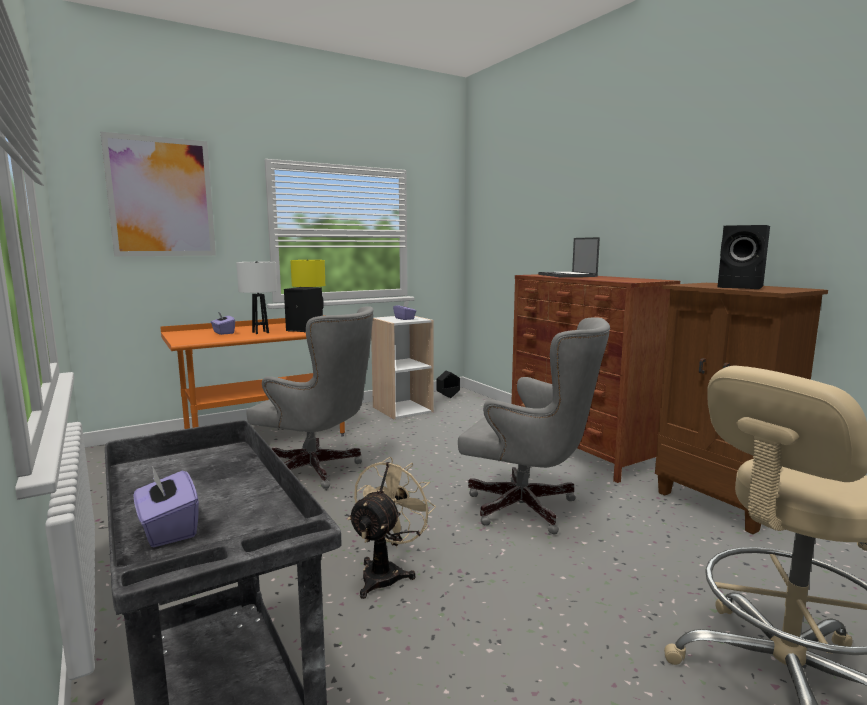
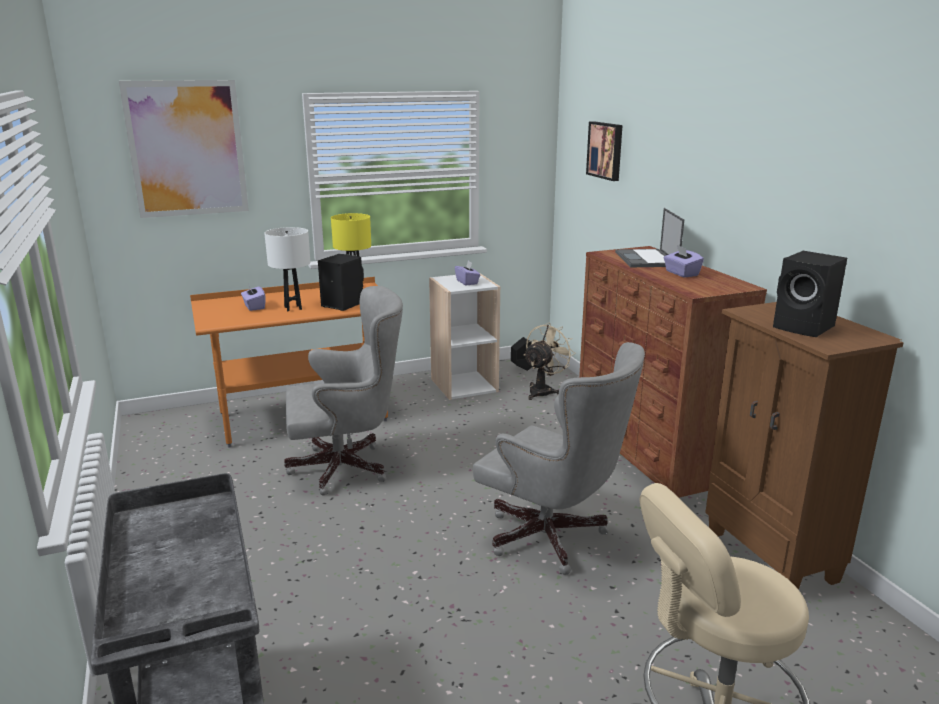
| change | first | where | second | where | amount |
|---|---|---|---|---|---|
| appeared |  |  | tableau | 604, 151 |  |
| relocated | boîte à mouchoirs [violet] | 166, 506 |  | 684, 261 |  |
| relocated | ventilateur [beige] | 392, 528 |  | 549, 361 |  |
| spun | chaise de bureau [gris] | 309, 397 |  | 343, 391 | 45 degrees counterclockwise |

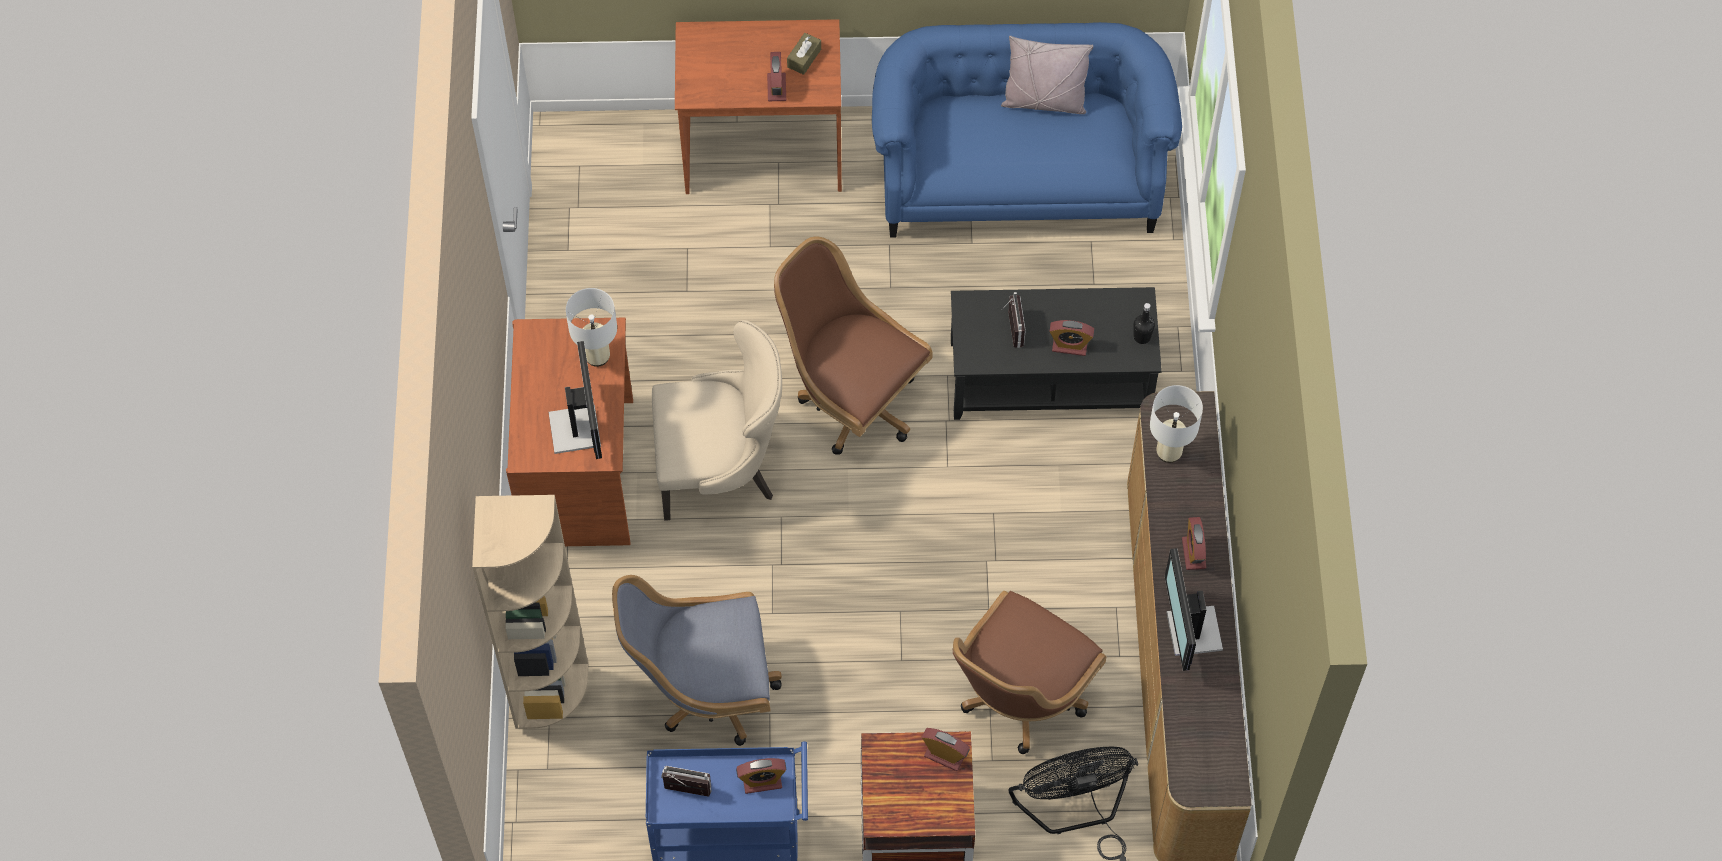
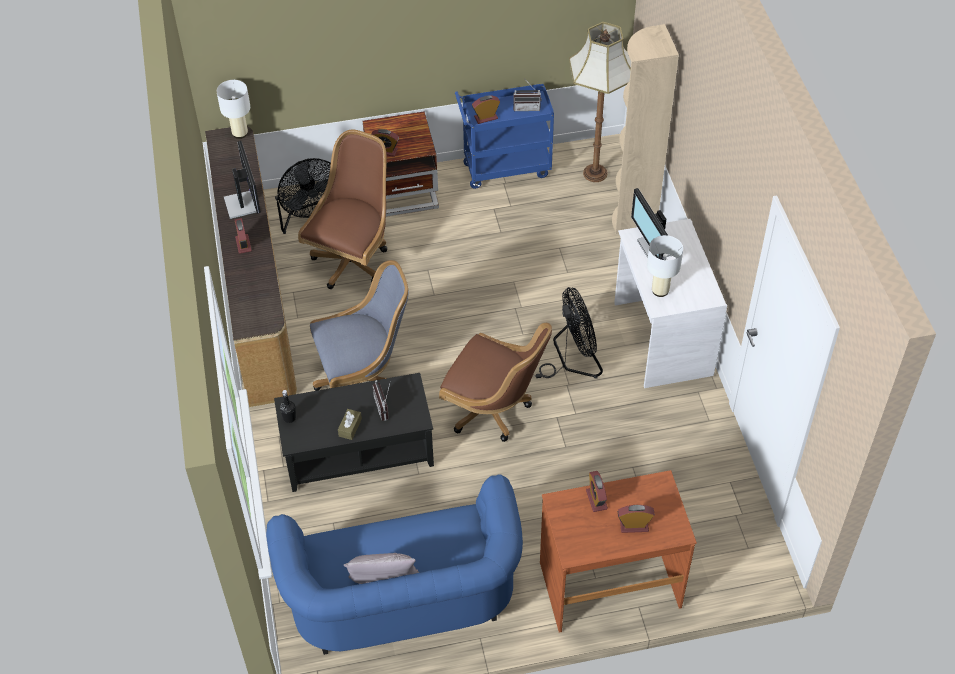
| change | first | where | second | where | amount |
|---|---|---|---|---|---|
| appeared |  |  | lampadaire | 600, 102 |  |
| relocated | chaise de bureau [bleu] | 697, 660 |  | 359, 325 |  |
| relocated | boîte à mouchoirs [marron] | 804, 54 |  | 350, 424 |  |
| relocated | réveil | 1072, 338 |  | 636, 519 |  |
| relocated | lampe de table [blanc] | 1176, 424 |  | 233, 109 |  |
| exchanged | chaise [beige] | 717, 420 | ventilateur [noir] | 568, 333 |  |
| colour | bureau [marron] | 569, 432 | bureau [blanc] | 670, 303 |  |

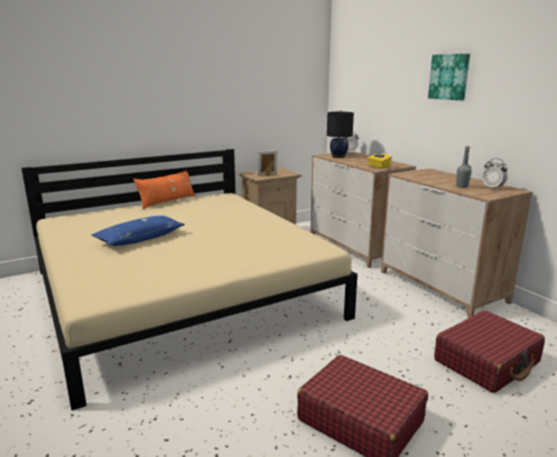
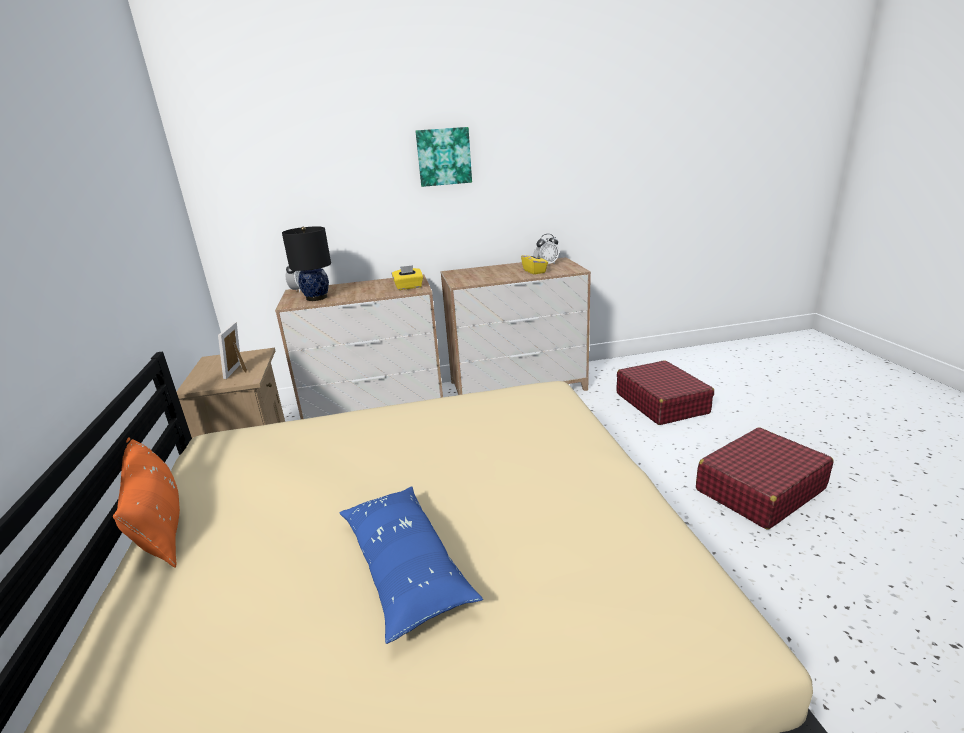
| change | first | where | second | where | amount |
|---|---|---|---|---|---|
| exchanged | bouteille [gris] | 464, 167 | boîte à mouchoirs [jaune] | 534, 262 |  |

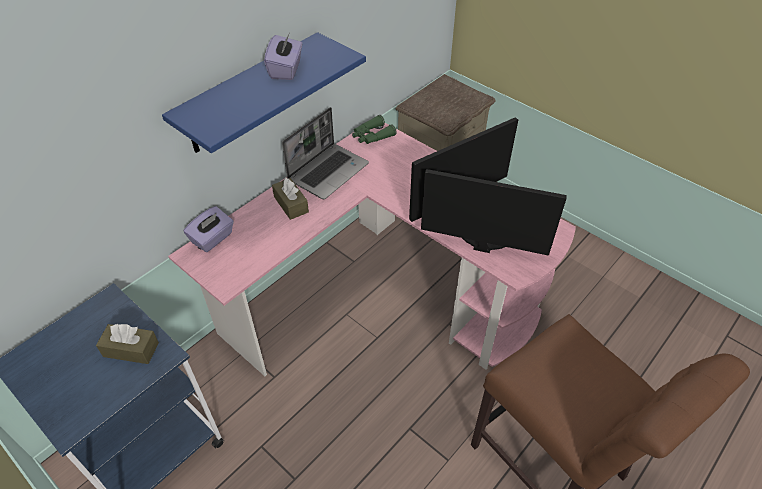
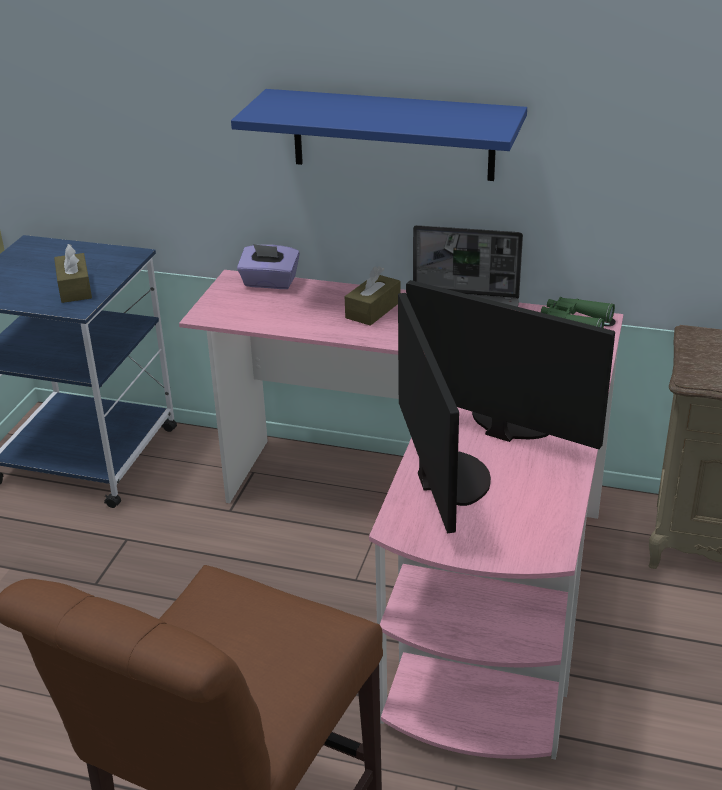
| change | first | where | second | where | amount |
|---|---|---|---|---|---|
| missing | boîte à mouchoirs [violet] | 283, 57 |  |  |  |

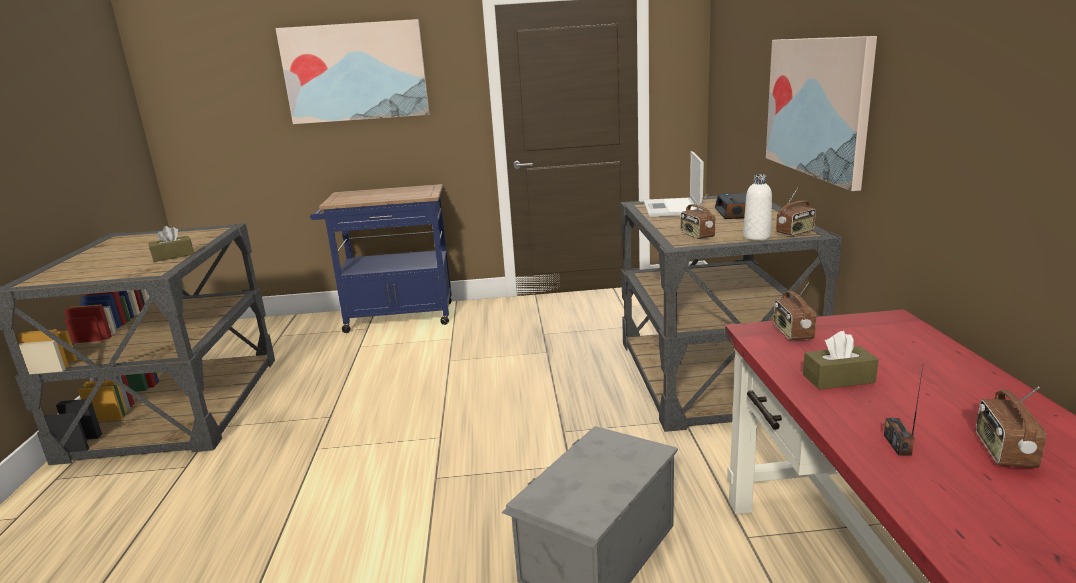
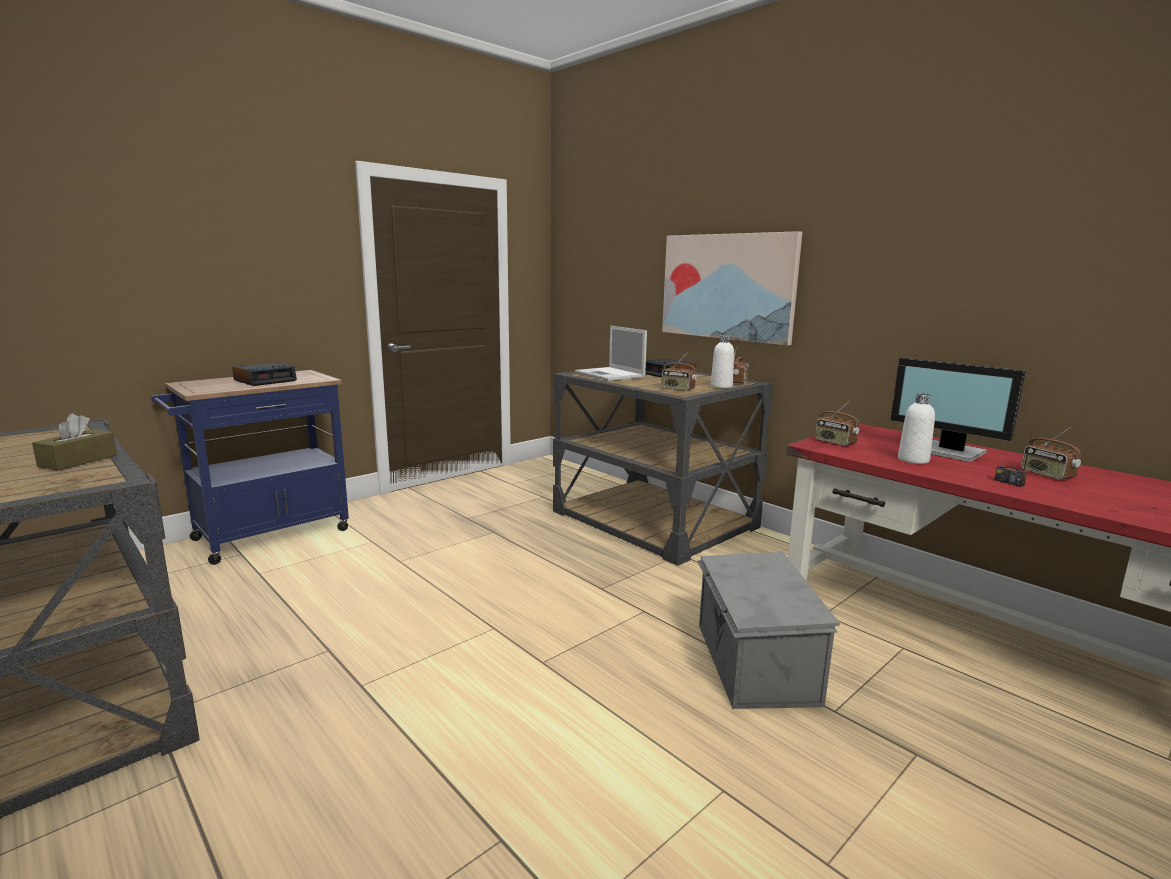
| change | first | where | second | where | amount |
|---|---|---|---|---|---|
| missing | tableau | 352, 71 |  |  |  |
| appeared |  |  | réveil | 264, 374 |  |
| appeared |  |  | écran d'ordinateur | 958, 410 |  |
| exchanged | boîte à mouchoirs [marron] | 841, 360 | bouteille [blanc] | 916, 428 |  |

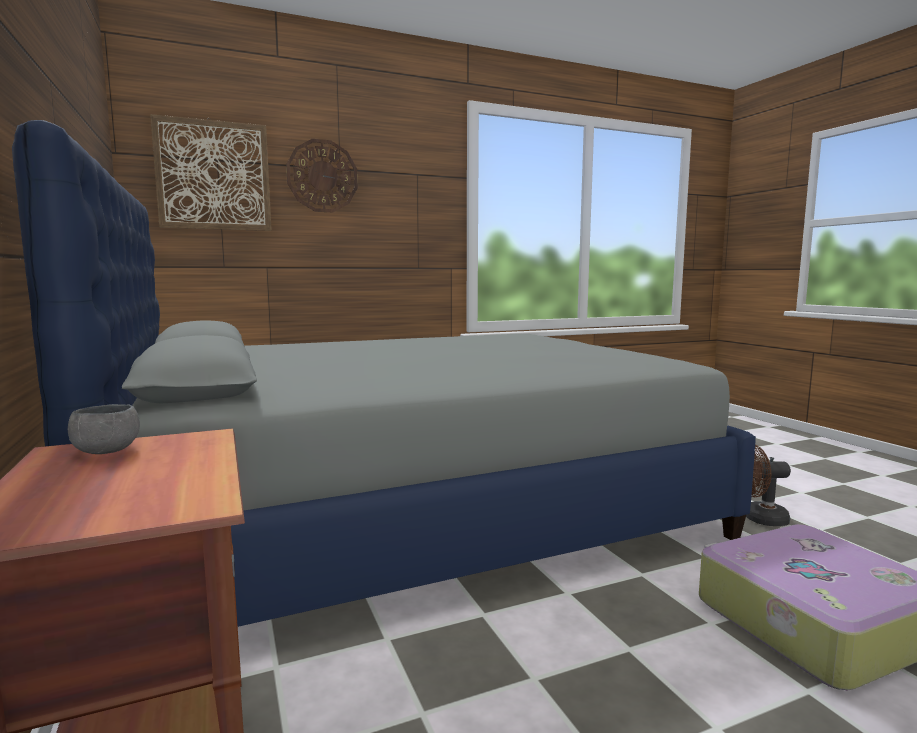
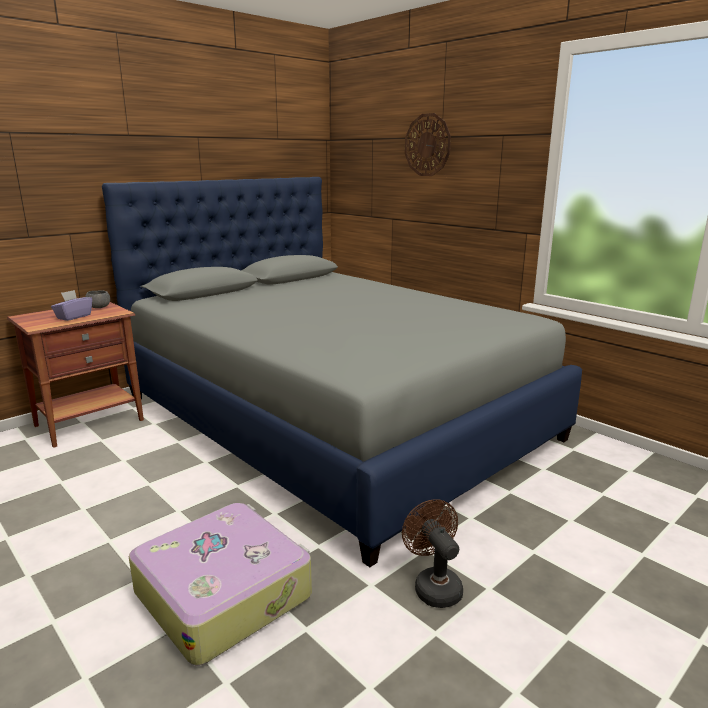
| change | first | where | second | where | amount |
|---|---|---|---|---|---|
| missing | tableau | 210, 172 |  |  |  |
| appeared |  |  | boîte à mouchoirs [violet] | 71, 305 |  |

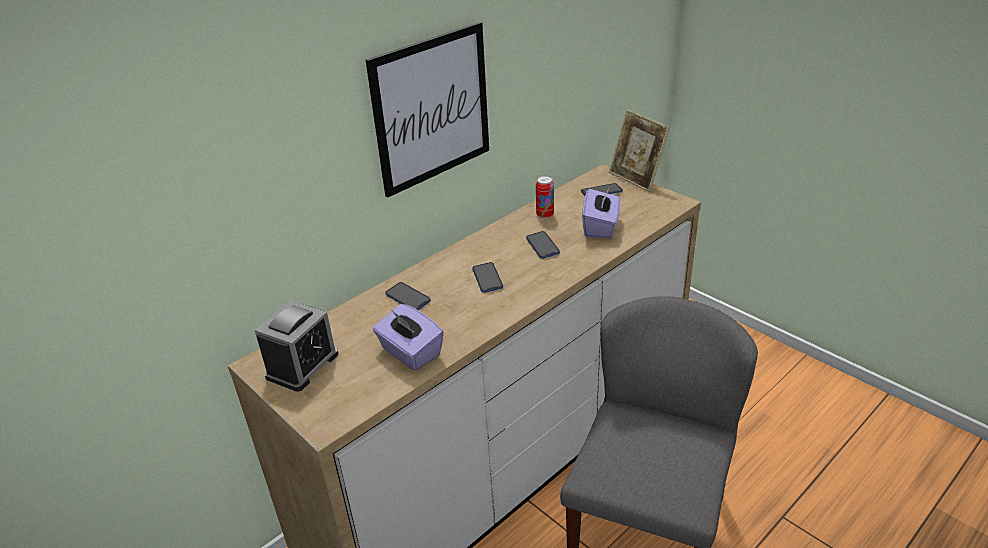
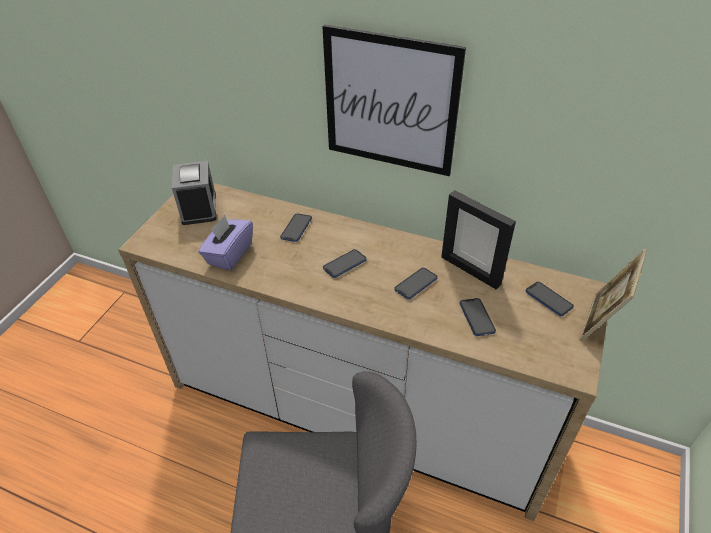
| change | first | where | second | where | amount |
|---|---|---|---|---|---|
| exchanged | boîte métallique | 545, 197 | cadre photo | 478, 239 |  |
| exchanged | boîte à mouchoirs [violet] | 601, 213 | téléphone | 477, 317 |  |
| spun | réveil | 296, 346 |  | 194, 193 | 105 degrees counterclockwise |

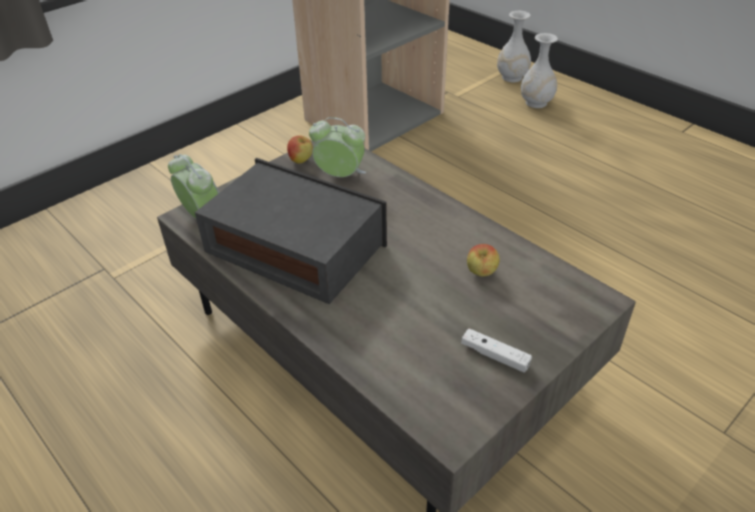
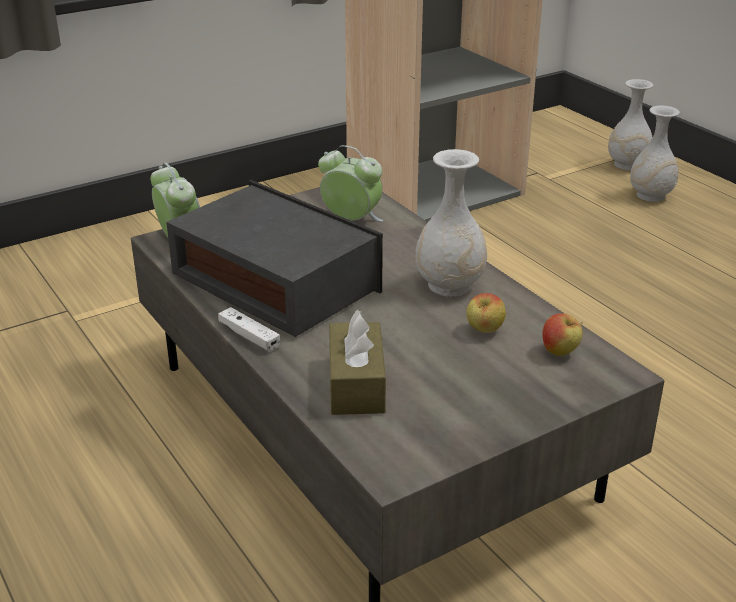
| change | first | where | second | where | amount |
|---|---|---|---|---|---|
| appeared |  |  | boîte à mouchoirs [marron] | 357, 362 |  |
| appeared |  |  | vase [blanc] | 451, 222 |  |
| relocated | pomme | 300, 149 |  | 562, 334 |  |
| relocated | manette [blanc] | 496, 350 |  | 249, 329 |  |

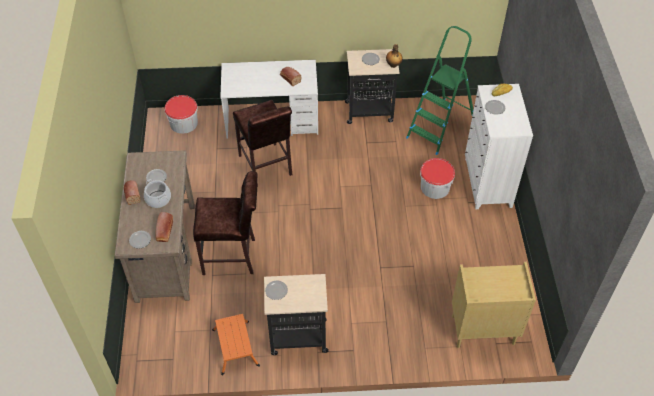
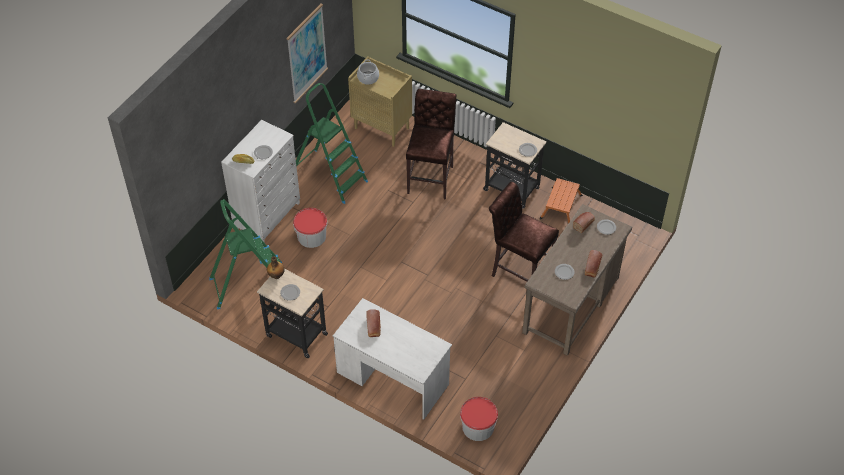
| change | first | where | second | where | amount |
|---|---|---|---|---|---|
| appeared |  |  | tableau | 307, 54 |  |
| appeared |  |  | escabeau [vert] | 332, 143 |  |
| relocated | marmite | 157, 193 |  | 368, 72 |  |
| relocated | tabouret [marron] | 262, 143 |  | 431, 144 |  |

